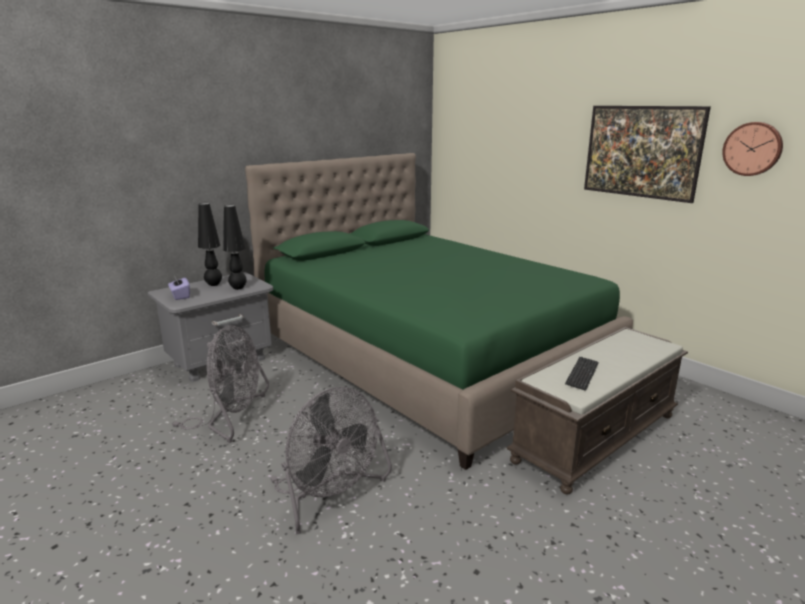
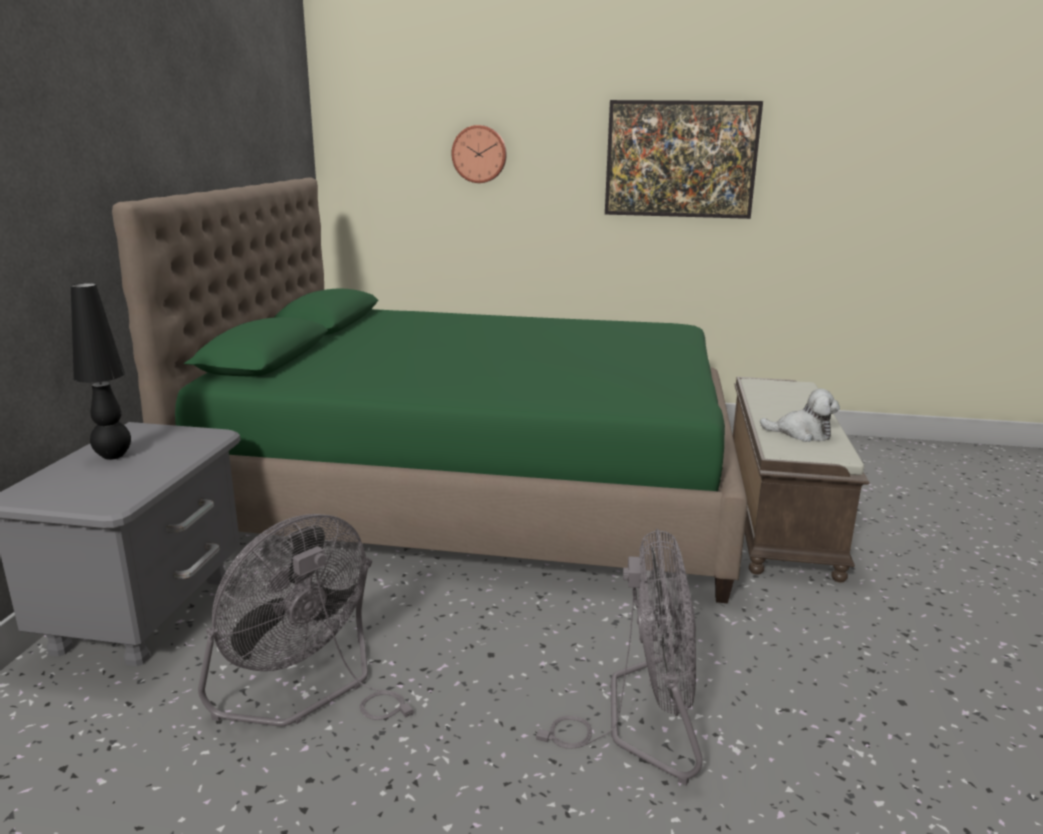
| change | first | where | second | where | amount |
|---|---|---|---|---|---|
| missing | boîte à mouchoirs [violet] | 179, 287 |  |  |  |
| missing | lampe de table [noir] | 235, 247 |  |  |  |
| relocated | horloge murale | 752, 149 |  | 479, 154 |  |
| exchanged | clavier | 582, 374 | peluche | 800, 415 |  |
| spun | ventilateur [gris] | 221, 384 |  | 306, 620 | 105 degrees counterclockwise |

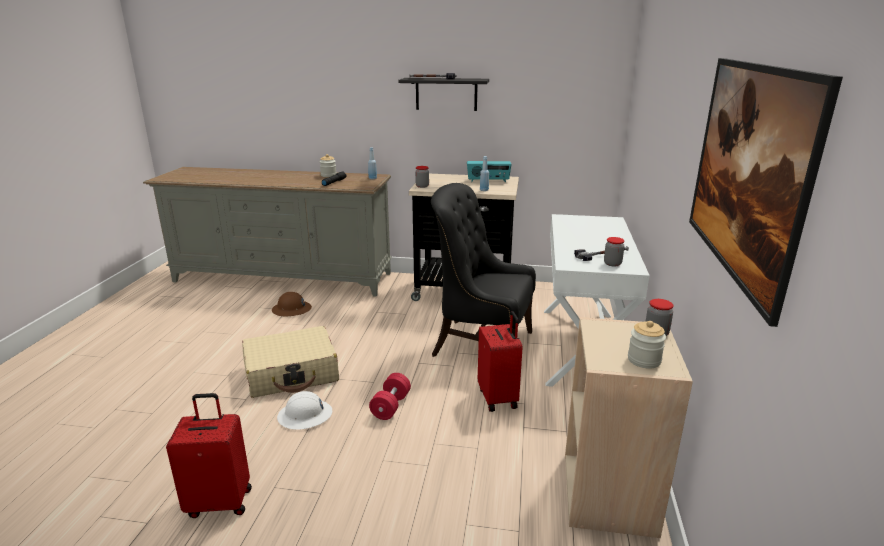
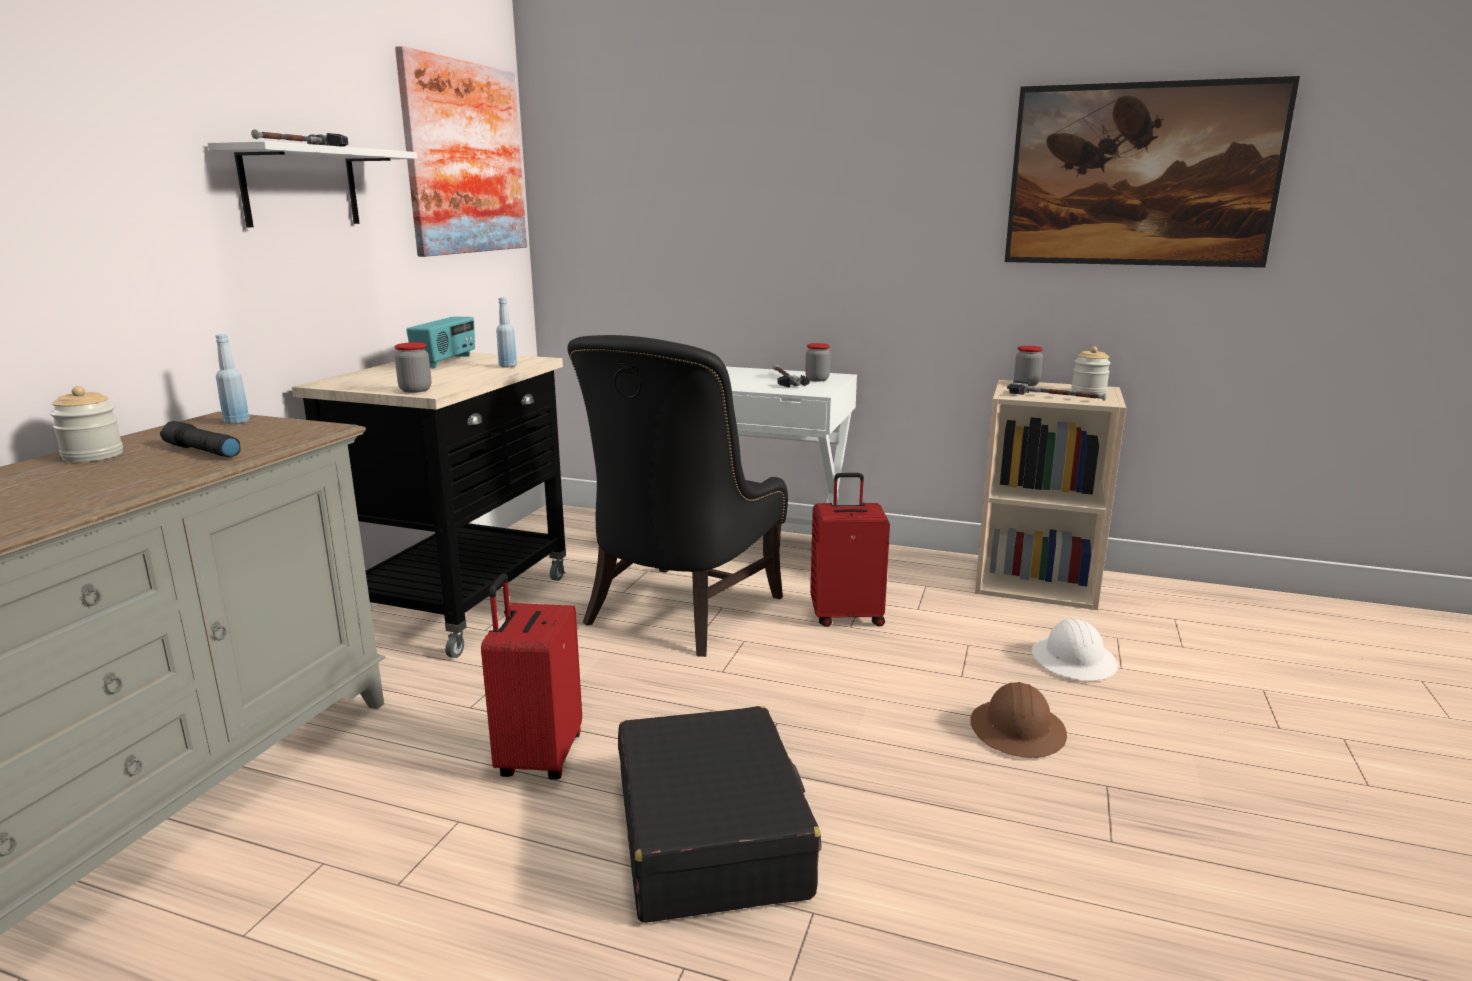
| change | first | where | second | where | amount |
|---|---|---|---|---|---|
| missing | haltère [rouge] | 390, 396 |  |  |  |
| appeared |  |  | tableau | 461, 151 |  |
| appeared |  |  | marteau | 1056, 390 |  |
| relocated | valise [rouge] | 209, 455 |  | 531, 677 |  |
| relocated | casque de chantier [marron] | 292, 304 |  | 1018, 720 |  |
| relocated | casque de chantier [blanc] | 304, 410 |  | 1075, 650 |  |
| colour | valise [beige] | 290, 362 | valise [noir] | 719, 814 |  |
| colour | étagère [noir] | 443, 94 | étagère [blanc] | 312, 184 |  |

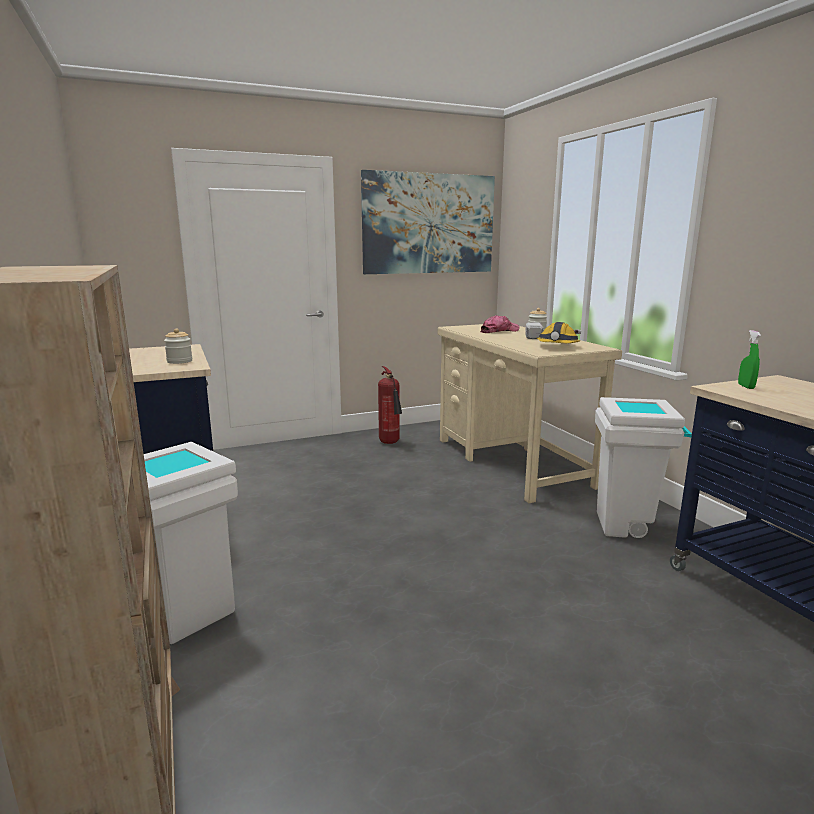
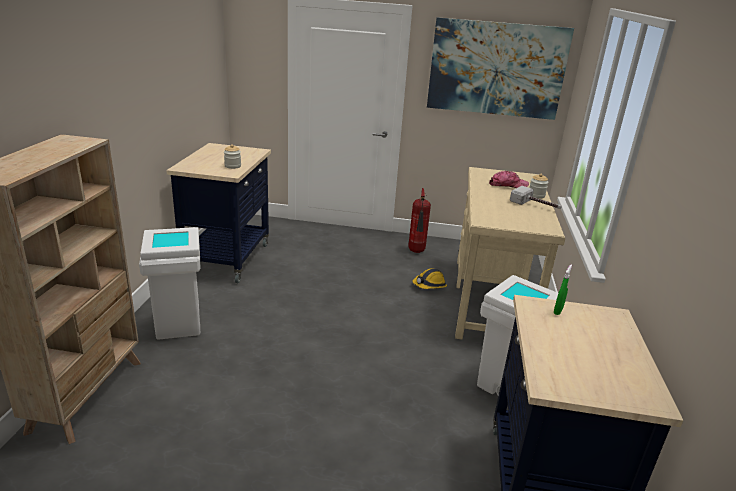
| change | first | where | second | where | amount |
|---|---|---|---|---|---|
| relocated | casque de chantier | 558, 332 |  | 429, 278 |  |

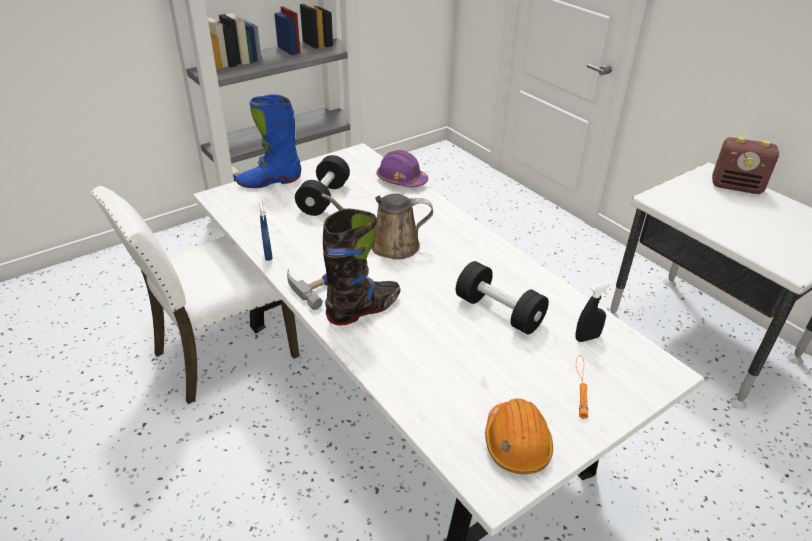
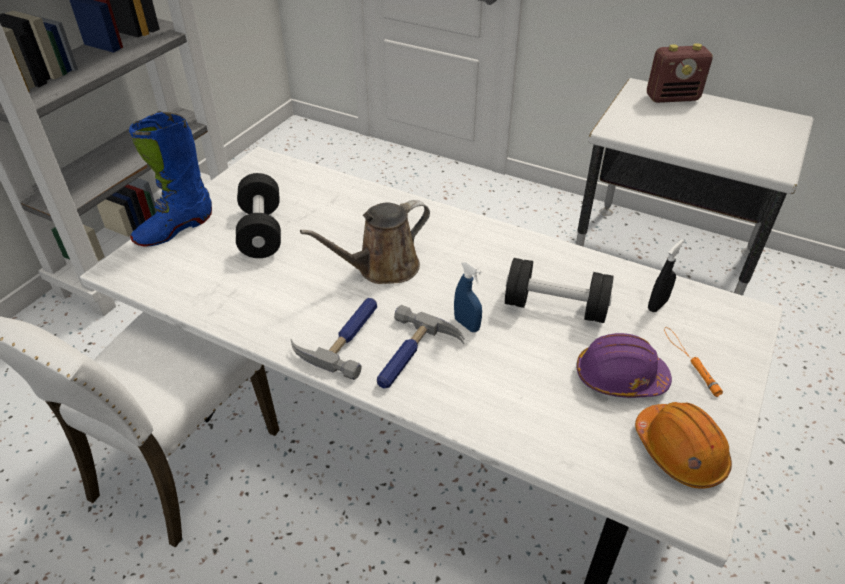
| change | first | where | second | where | amount |
|---|---|---|---|---|---|
| relocated | vaporisateur [bleu] | 266, 231 |  | 468, 296 |  |
| relocated | casque de chantier [violet] | 402, 168 |  | 624, 365 |  |
| exchanged | botte [noir] | 361, 266 | marteau | 421, 346 |  |

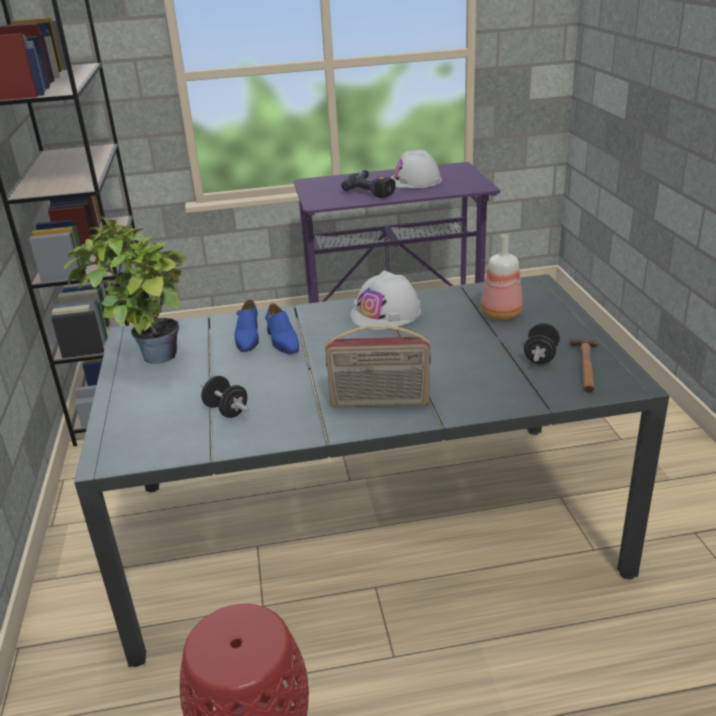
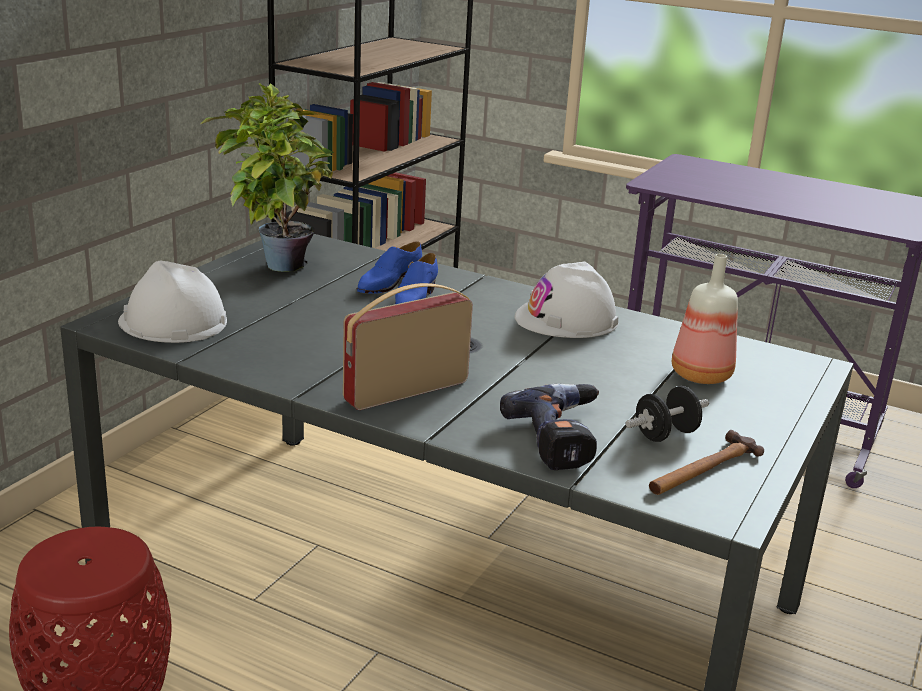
| change | first | where | second | where | amount |
|---|---|---|---|---|---|
| missing | haltère [noir] | 224, 397 |  |  |  |
| relocated | perceuse | 368, 184 |  | 549, 427 |  |
| relocated | casque de chantier [blanc] | 416, 169 |  | 172, 302 |  |
| spun | radio | 378, 366 |  | 408, 346 | 105 degrees clockwise |

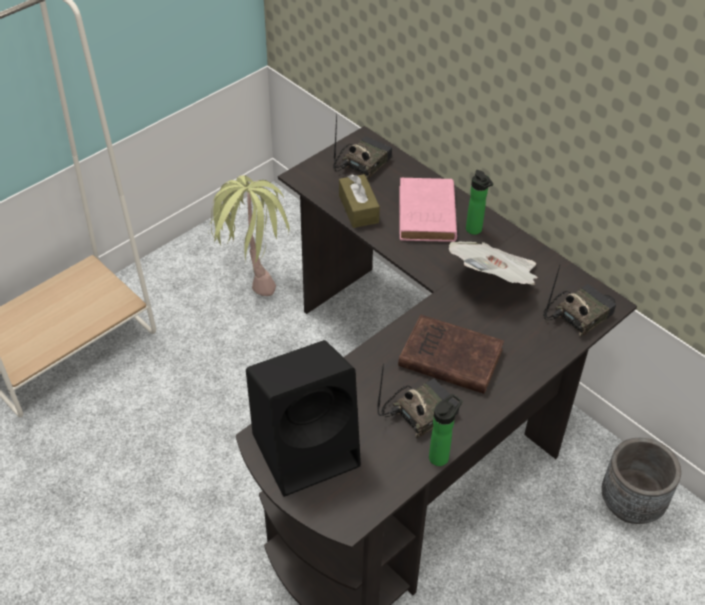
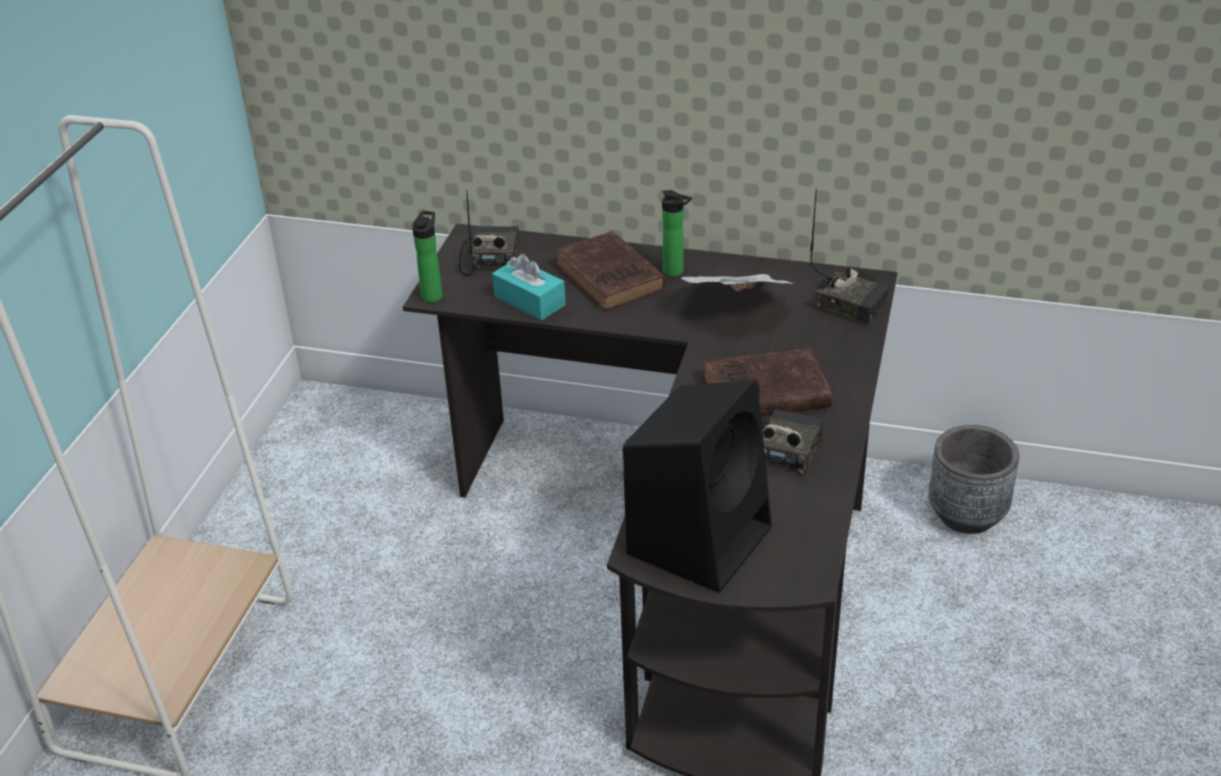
| change | first | where | second | where | amount |
|---|---|---|---|---|---|
| missing | plante en pot | 248, 235 |  |  |  |
| relocated | bouteille | 445, 430 |  | 427, 257 |  |
| colour | boîte à mouchoirs [marron] | 359, 201 | boîte à mouchoirs [turquoise] | 529, 287 |  |
| colour | livre [rose] | 428, 210 | livre [marron] | 611, 271 |  |
| spun | radio | 579, 301 |  | 849, 256 | 105 degrees clockwise |

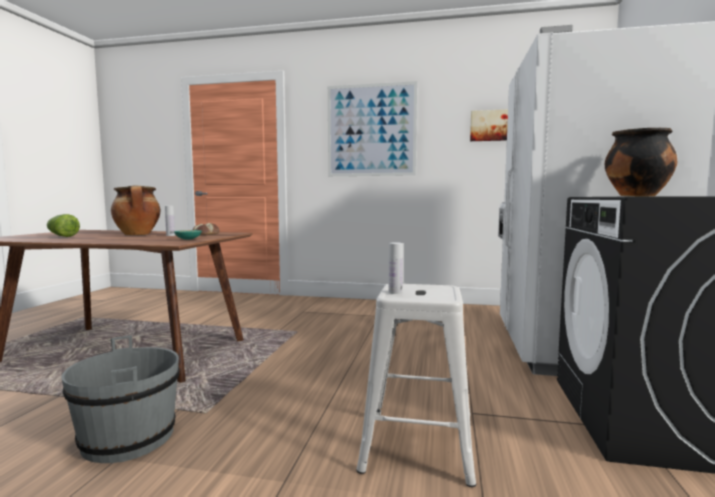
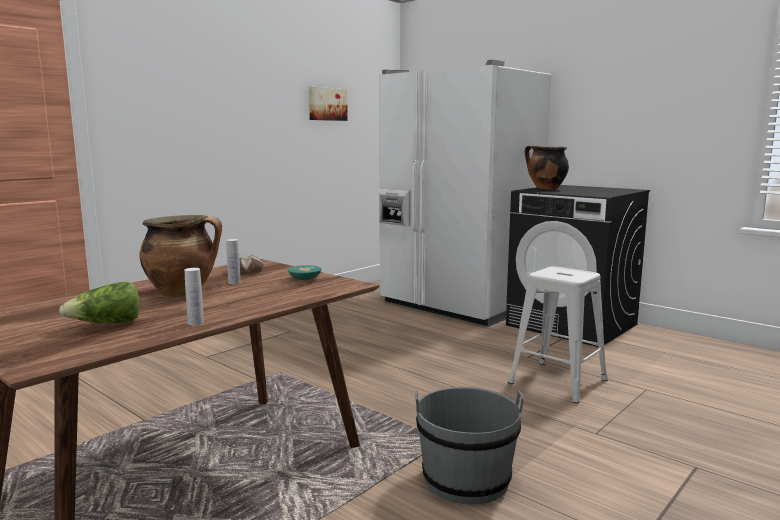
| change | first | where | second | where | amount |
|---|---|---|---|---|---|
| missing | tableau | 372, 128 |  |  |  |
| relocated | bouteille [blanc] | 396, 268 |  | 194, 296 |  |

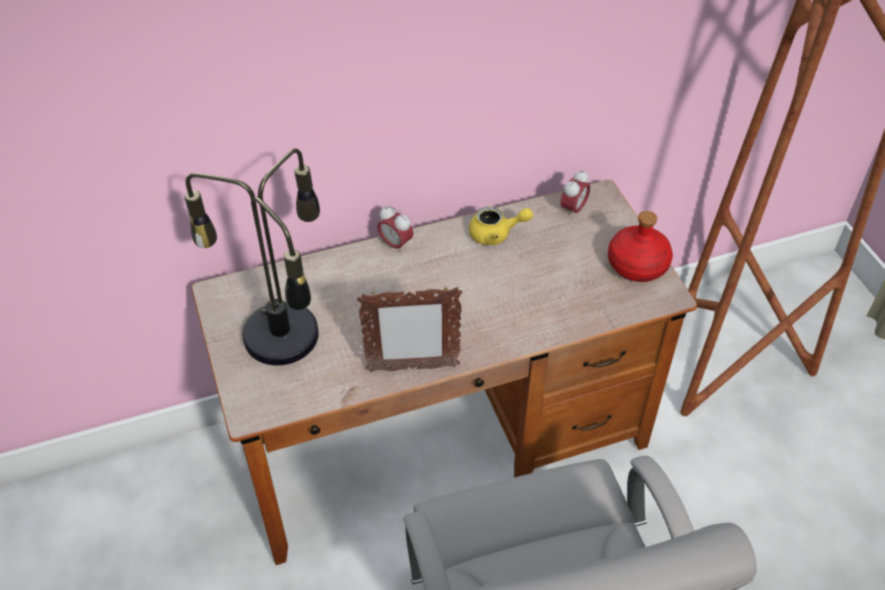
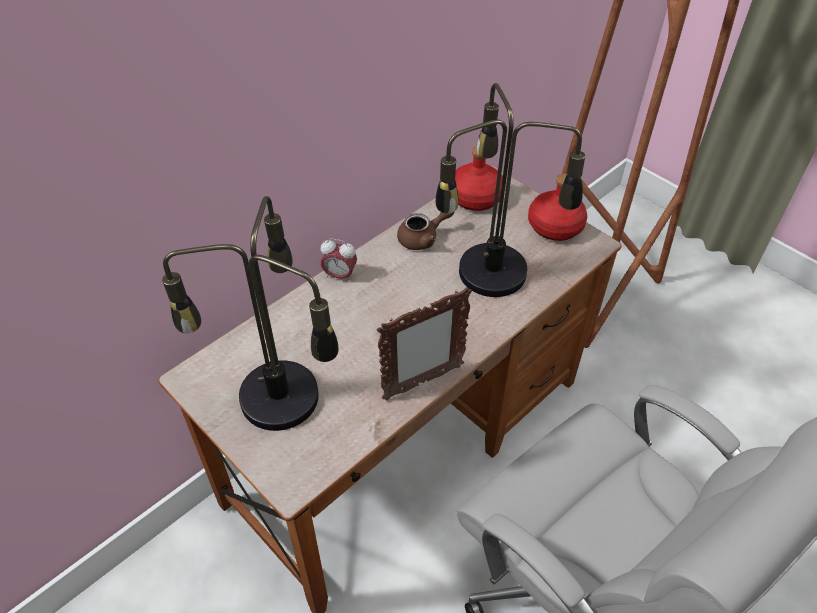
| change | first | where | second | where | amount |
|---|---|---|---|---|---|
| appeared |  |  | lampe de table | 510, 190 |  |
| exchanged | réveil | 575, 194 | bouteille [rouge] | 479, 178 |  |
| colour | théière [jaune] | 501, 225 | théière [marron] | 426, 230 |  |

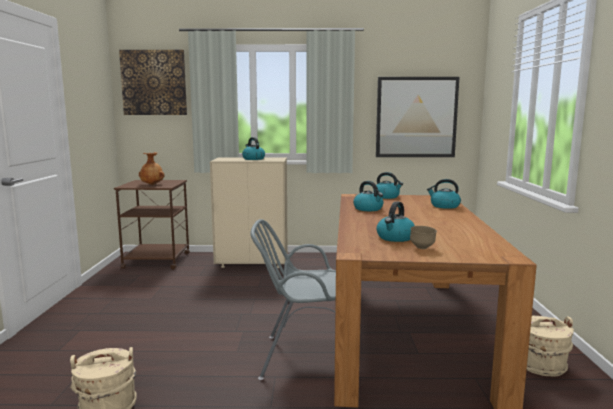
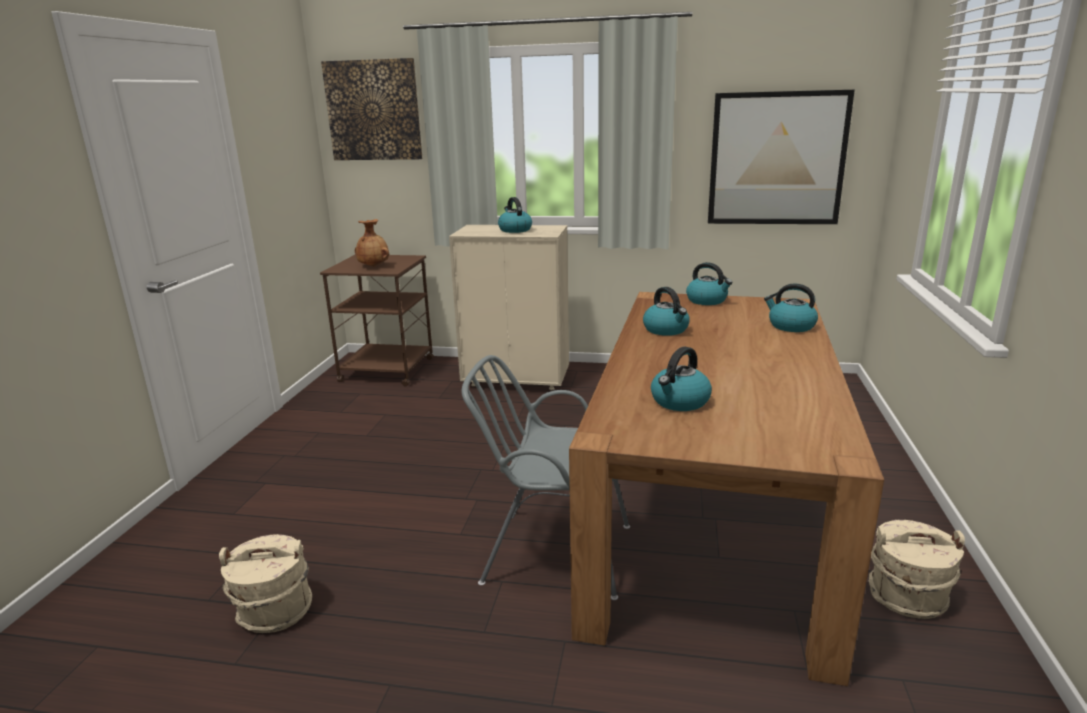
| change | first | where | second | where | amount |
|---|---|---|---|---|---|
| missing | bol [marron] | 423, 237 |  |  |  |

